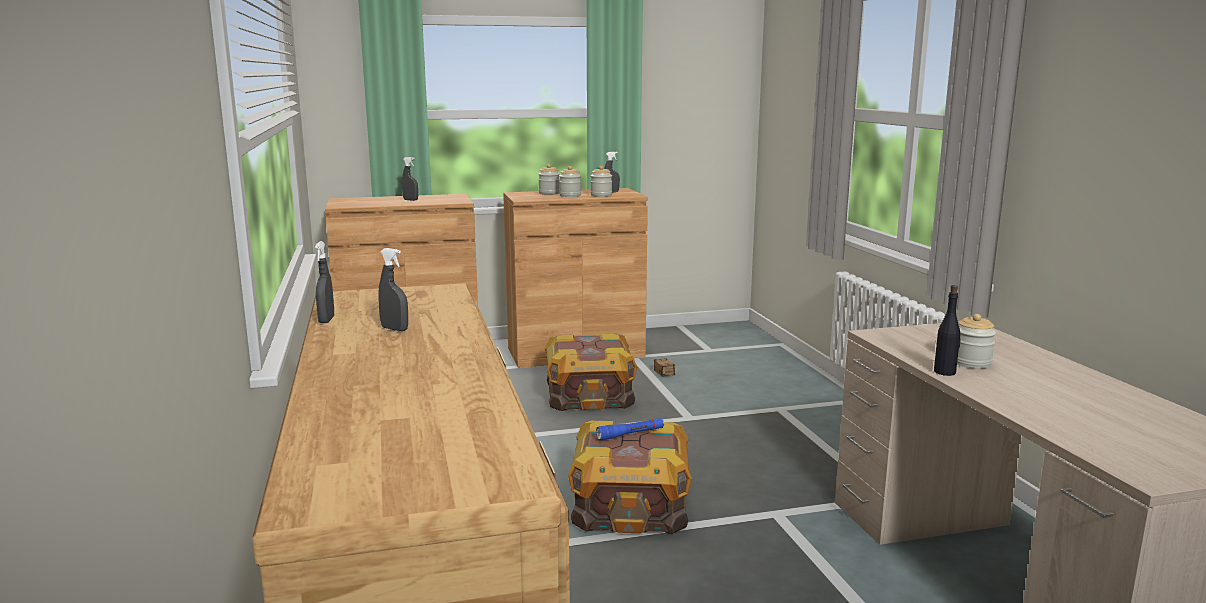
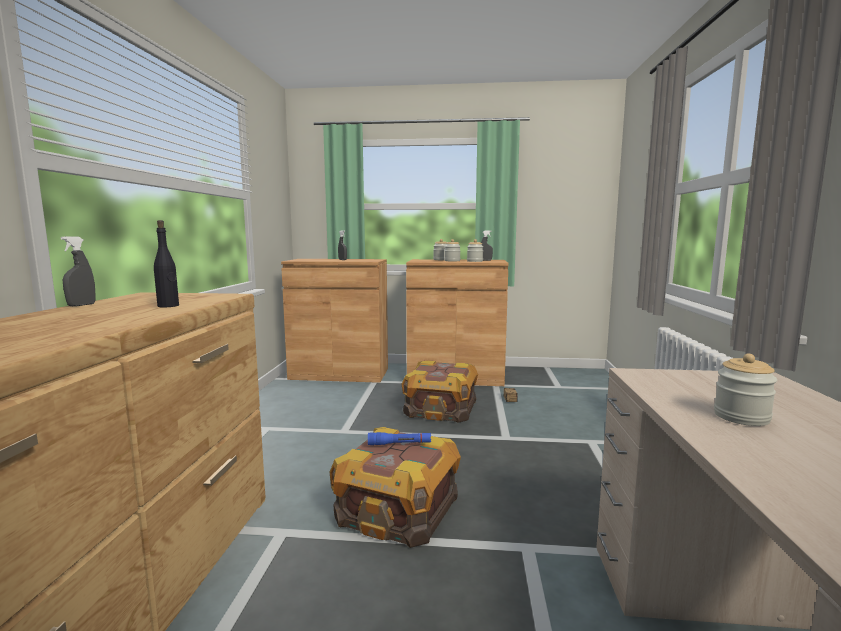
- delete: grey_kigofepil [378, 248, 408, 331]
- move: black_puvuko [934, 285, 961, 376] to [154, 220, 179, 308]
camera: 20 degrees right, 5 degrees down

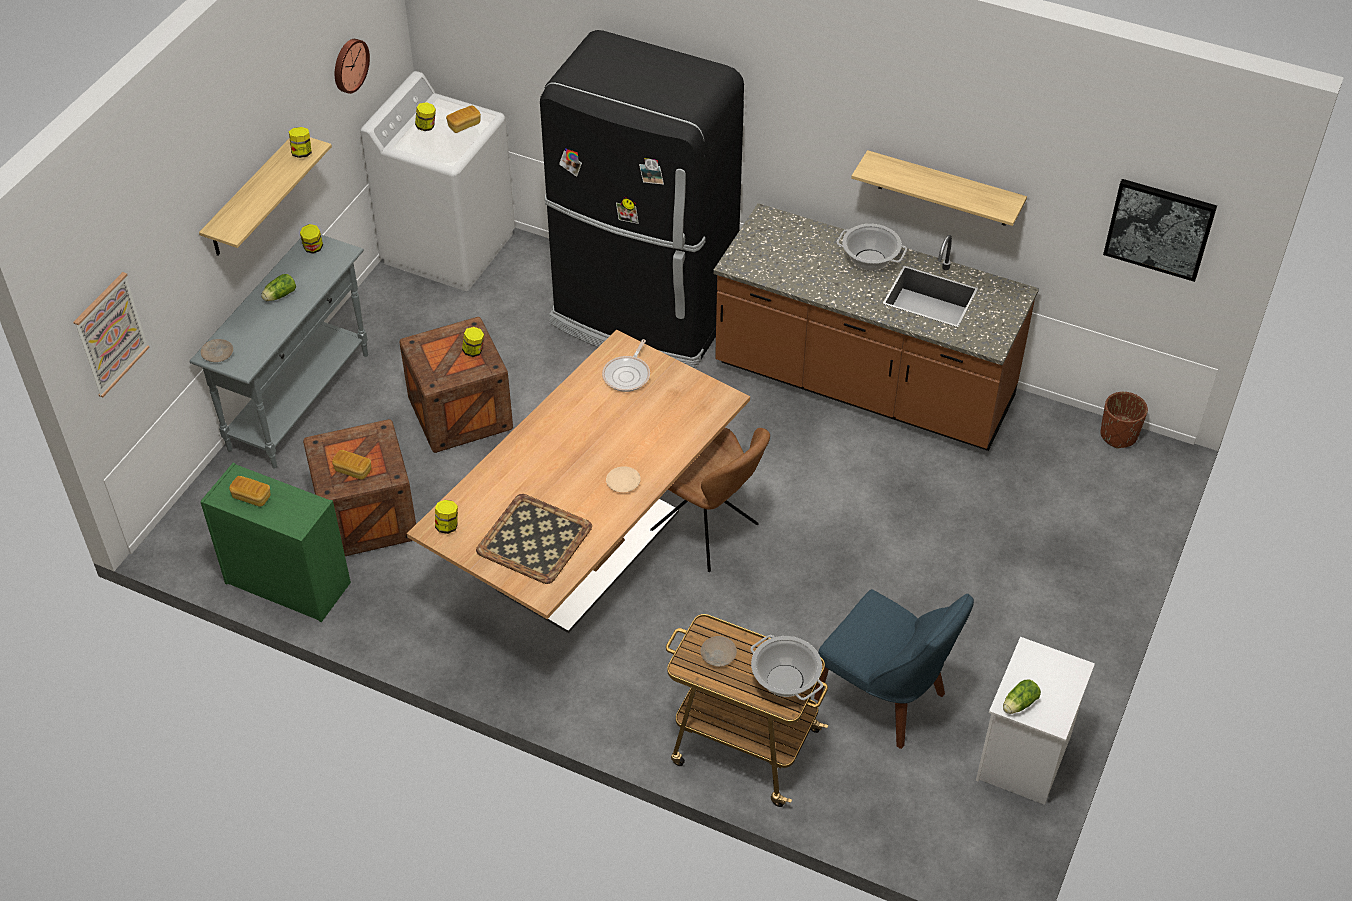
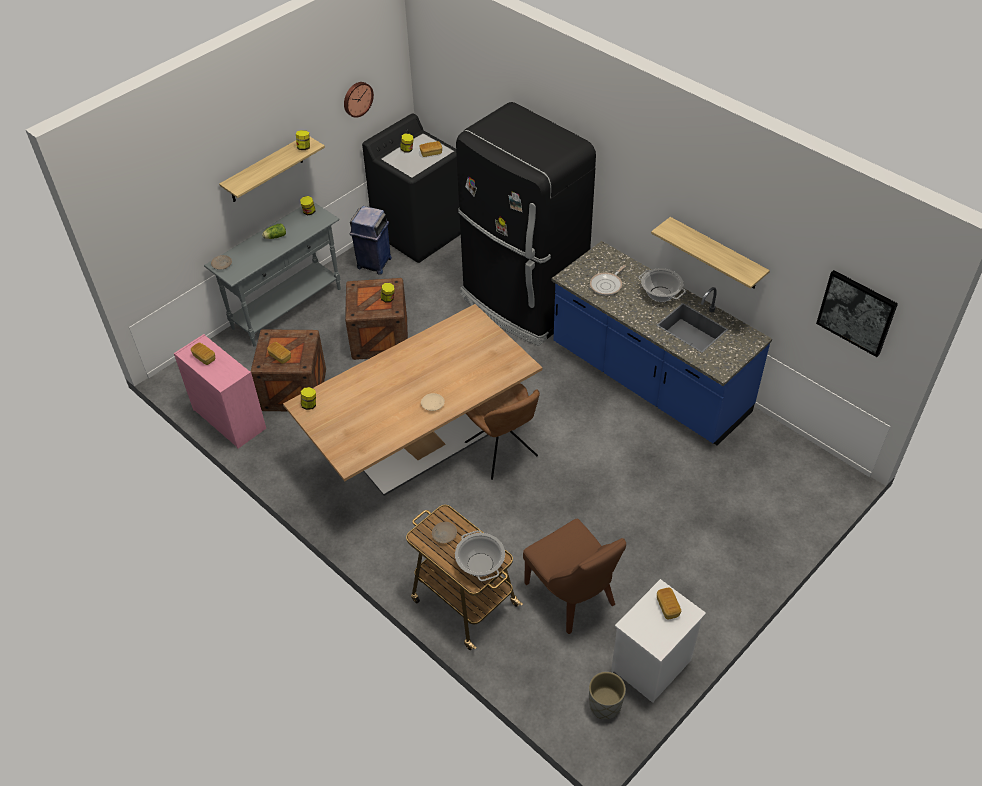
- delete: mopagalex [73, 272, 150, 397]
- delete: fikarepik [476, 494, 592, 584]
- delete: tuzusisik [1003, 679, 1041, 714]
- delete: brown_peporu [1101, 392, 1148, 449]
- insert: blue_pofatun [350, 206, 392, 275]
- insert: grey_peporu [589, 672, 626, 719]
- insert: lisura [657, 588, 681, 619]
- move: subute [602, 339, 650, 392] to [590, 265, 626, 296]
- recolor: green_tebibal [200, 463, 351, 622] to pink_tebibal [174, 334, 266, 449]
- recolor: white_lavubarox [360, 71, 515, 291] to black_lavubarox [362, 113, 461, 263]
- recolor: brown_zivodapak [713, 203, 1039, 451] to blue_zivodapak [552, 241, 772, 446]
- recolor: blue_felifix [814, 589, 974, 749] to brown_felifix [523, 518, 626, 634]
camera: 20 degrees right, 0 degrees up

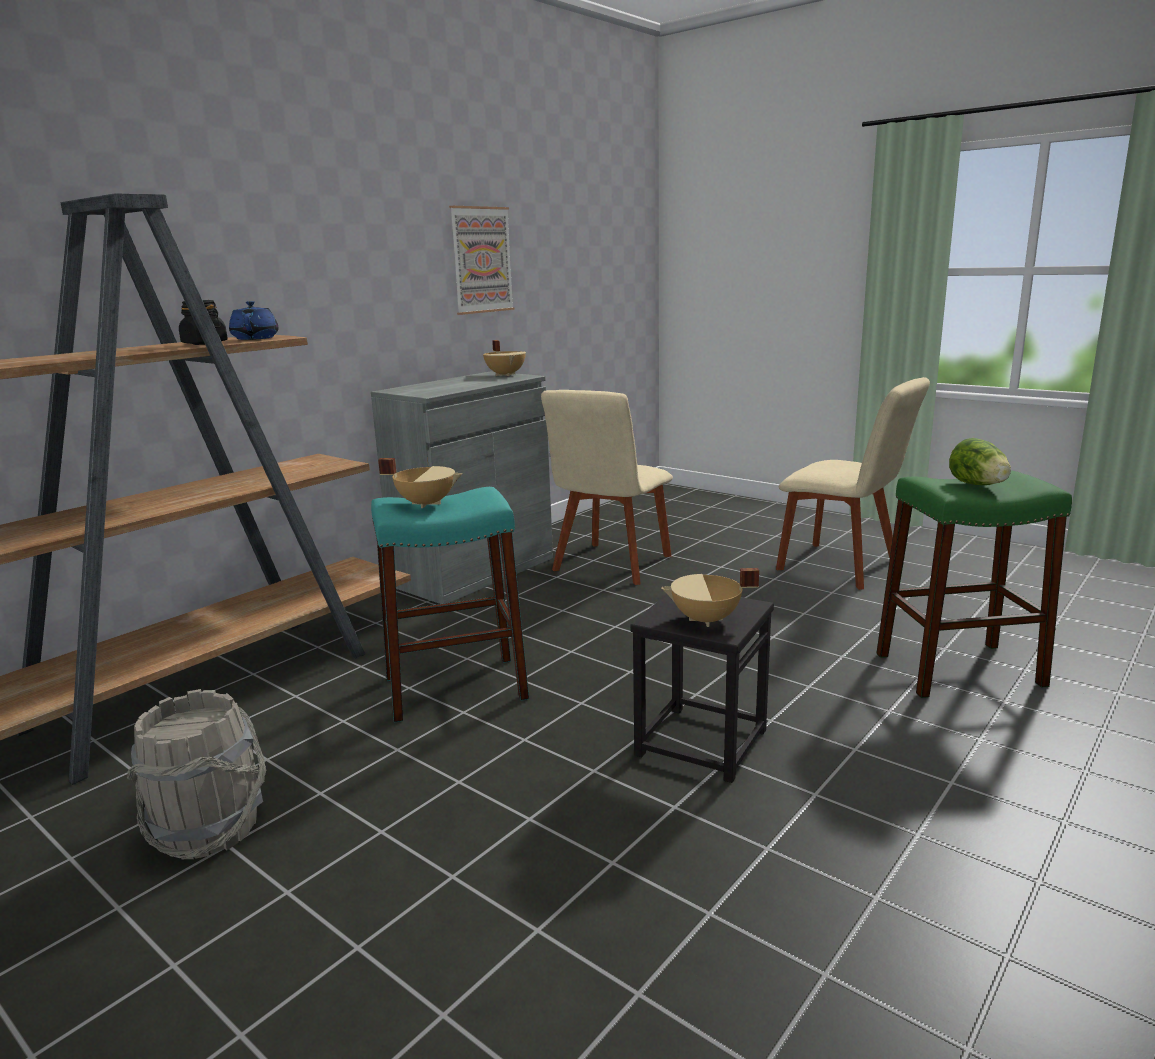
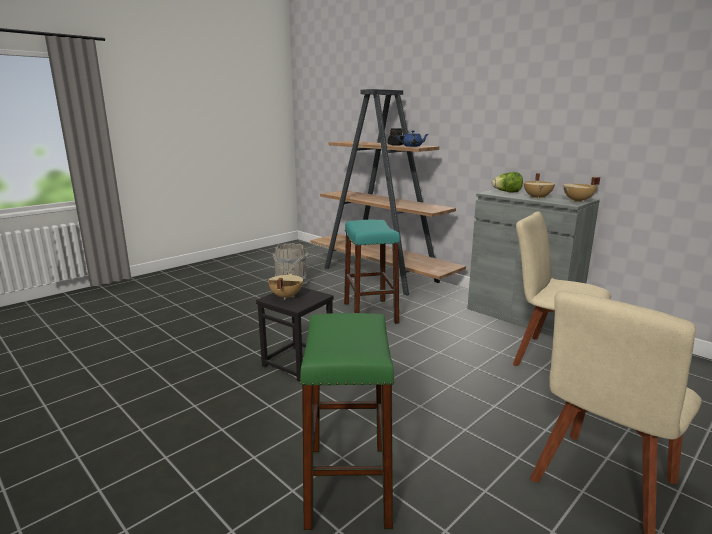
- delete: mopagalex [449, 206, 514, 315]
- move: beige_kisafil [378, 458, 462, 508] to [524, 173, 555, 199]
- move: tuzusisik [949, 438, 1011, 485] to [492, 172, 523, 193]
camera: 95 degrees right, 0 degrees up

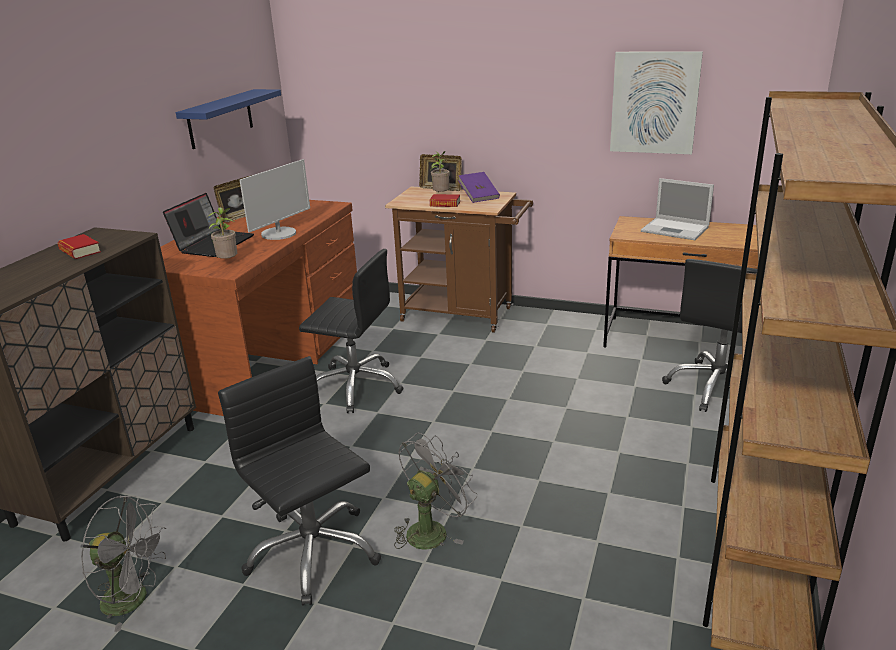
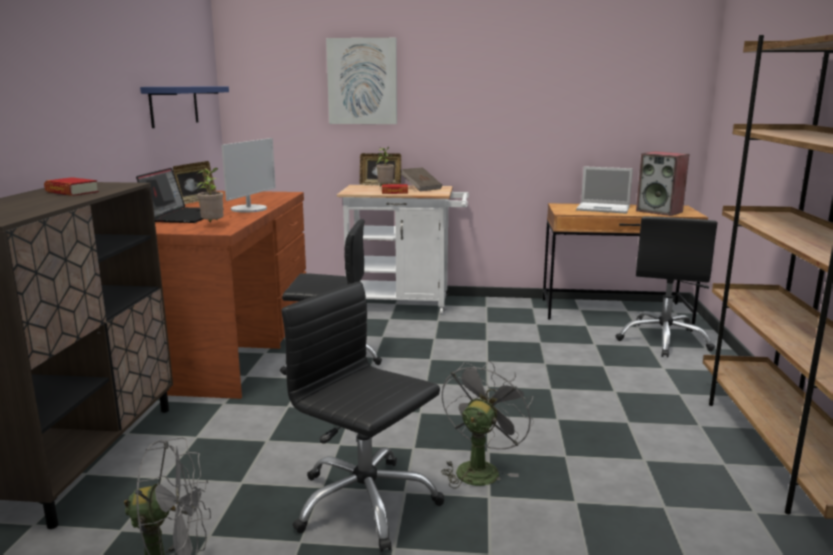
- insert: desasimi [636, 151, 689, 216]
- move: mopagalex [610, 51, 703, 154] to [326, 38, 397, 124]
- recolor: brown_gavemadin [385, 187, 533, 333] to white_gavemadin [337, 185, 469, 315]
- recolor: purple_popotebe [458, 172, 500, 203] to brown_popotebe [401, 167, 442, 191]
camera: 15 degrees left, 10 degrees down

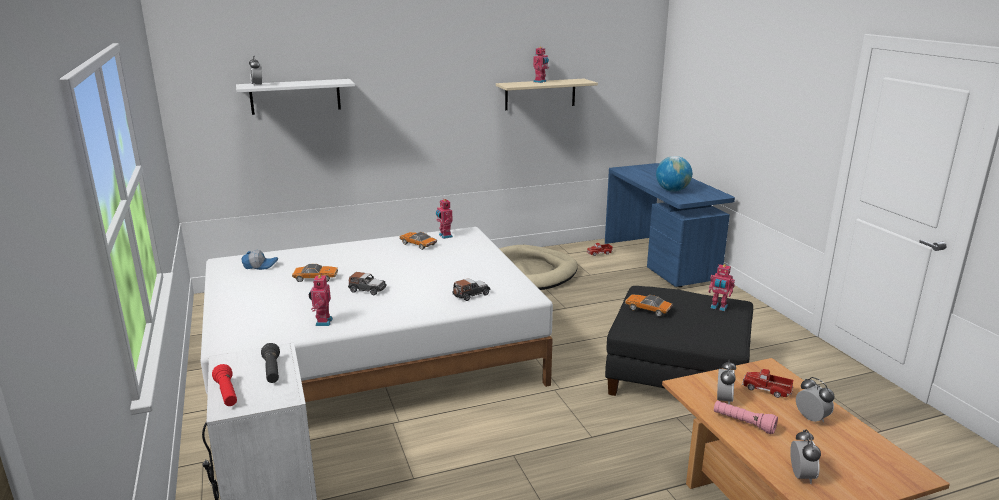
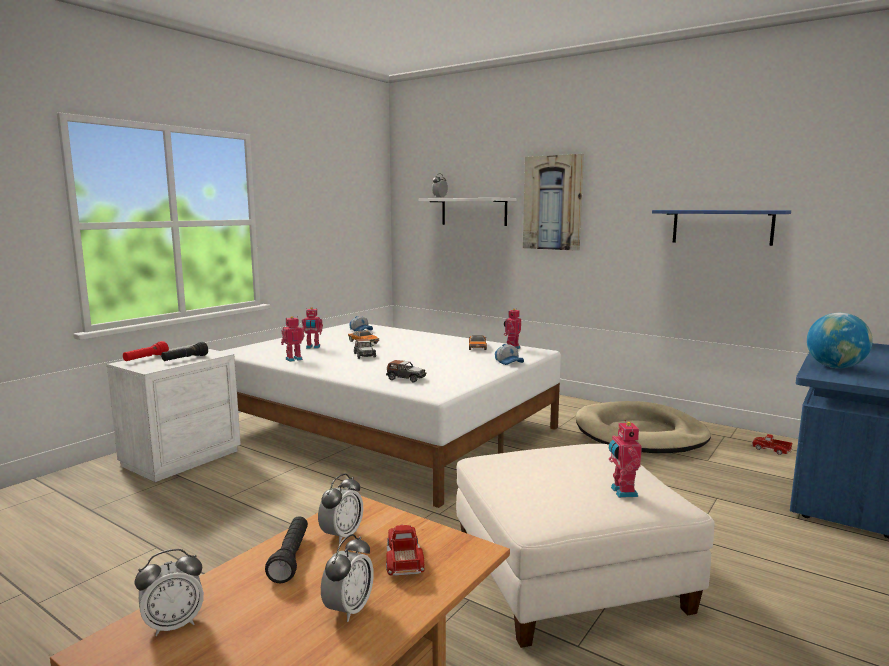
- delete: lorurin [625, 294, 673, 317]
- insert: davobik [495, 344, 524, 365]
- insert: mopagalex [523, 154, 584, 251]
- move: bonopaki [533, 47, 549, 83] to [302, 307, 323, 349]
- recolor: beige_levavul [496, 79, 598, 110] to blue_levavul [652, 210, 791, 246]
- recolor: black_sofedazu [605, 286, 753, 396] to white_sofedazu [456, 444, 715, 648]
- recolor: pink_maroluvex [714, 401, 778, 434] to black_maroluvex [265, 516, 308, 583]
- rotate: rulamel [717, 360, 736, 405] = [318, 474, 363, 544] 45 degrees counterclockwise
camera: 55 degrees right, 10 degrees down

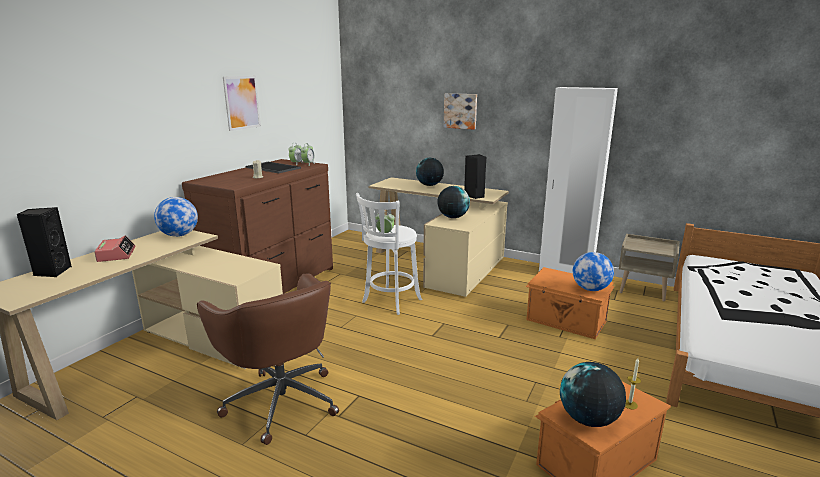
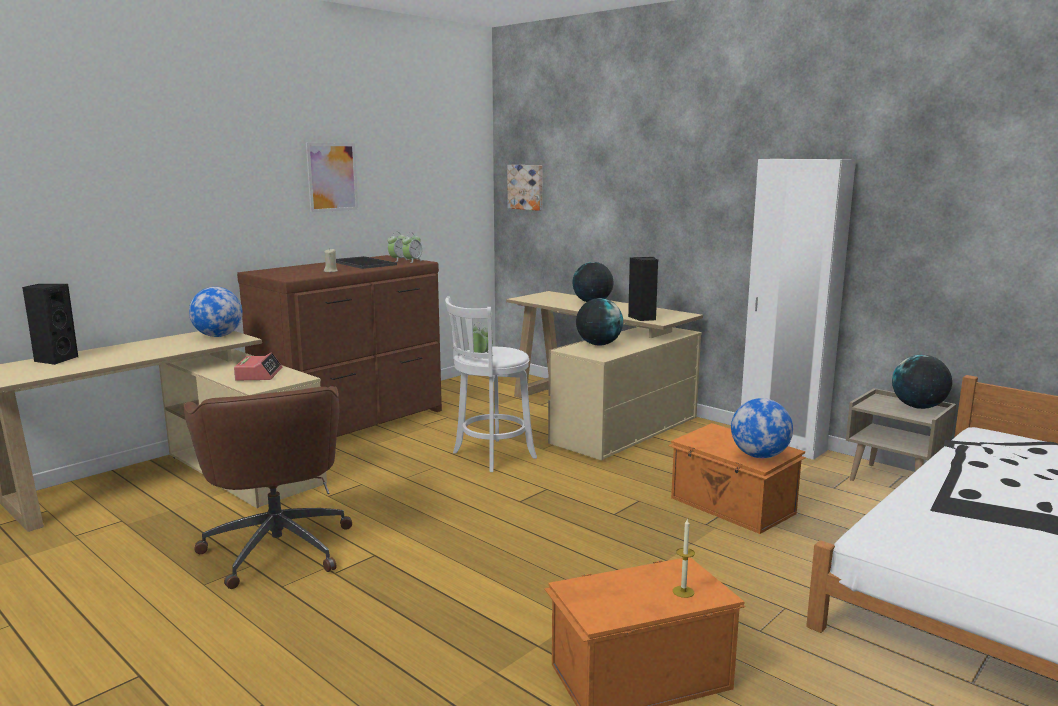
- move: rulamel [94, 236, 136, 262] to [234, 352, 282, 380]
- move: mopagalex [444, 93, 477, 130] to [507, 165, 542, 211]
- move: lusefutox [560, 362, 626, 427] to [892, 355, 952, 409]
camera: 15 degrees right, 5 degrees down

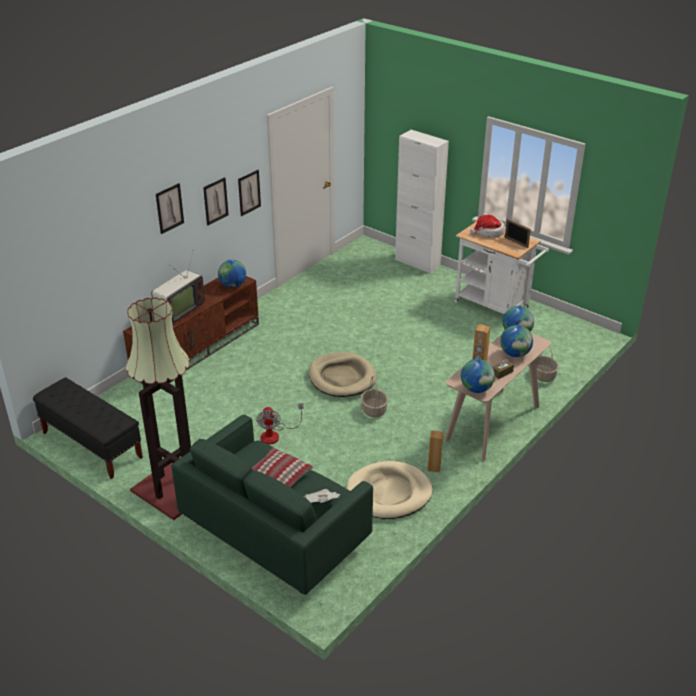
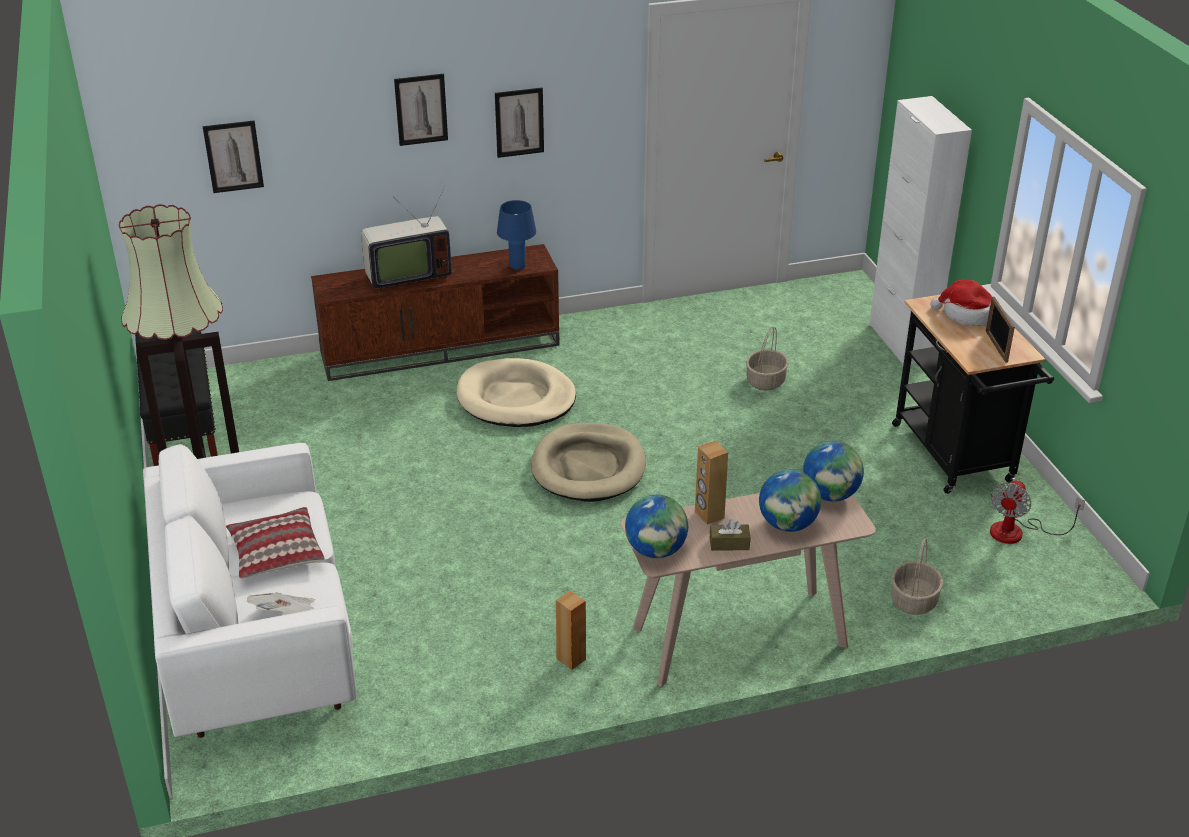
- move: mopagalex [238, 170, 261, 216] to [203, 121, 264, 193]
- move: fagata [256, 403, 303, 444] to [990, 480, 1085, 544]
- move: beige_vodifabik [347, 461, 433, 519] to [457, 358, 576, 427]
- move: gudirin [361, 376, 388, 417] to [746, 326, 789, 391]
- replace: lusefutox [218, 260, 246, 288] to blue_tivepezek [497, 200, 536, 270]
- recolor: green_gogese [171, 414, 373, 595] to white_gogese [143, 443, 357, 738]
- recolor: white_gavemadin [454, 221, 549, 314] to black_gavemadin [892, 295, 1054, 494]
camera: 35 degrees right, 0 degrees up

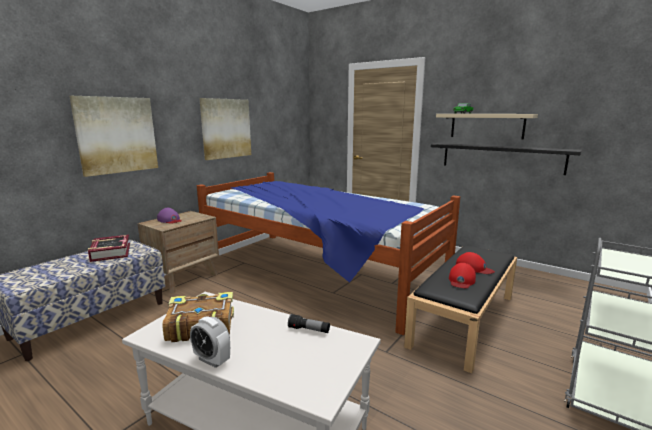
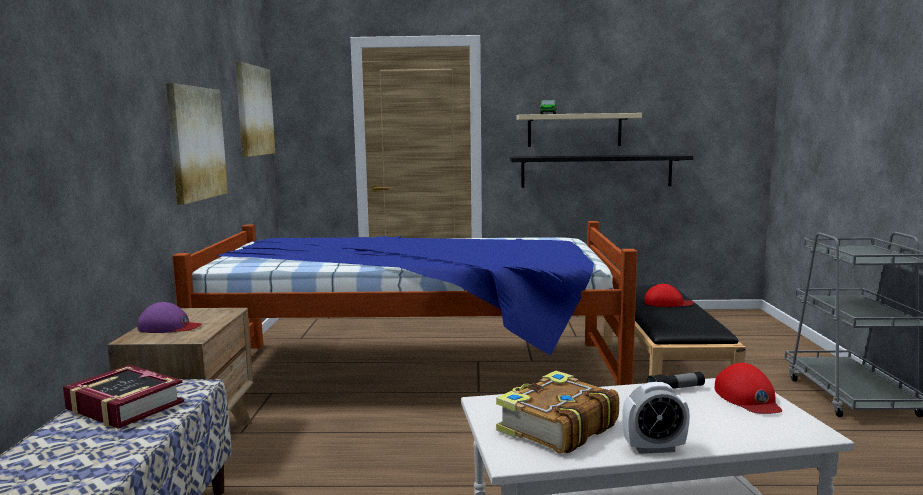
- move: mopagalex [69, 96, 158, 177] to [235, 62, 275, 157]
- move: red_davobik [449, 263, 476, 288] to [715, 363, 782, 414]
camera: 35 degrees left, 5 degrees down

